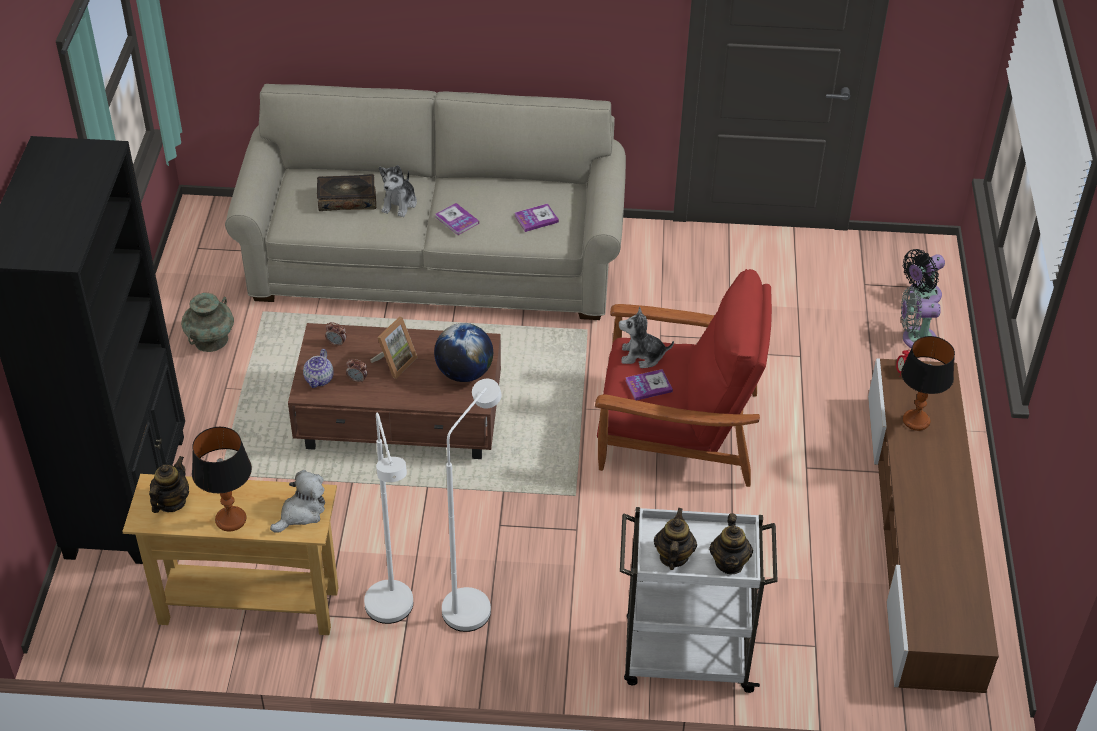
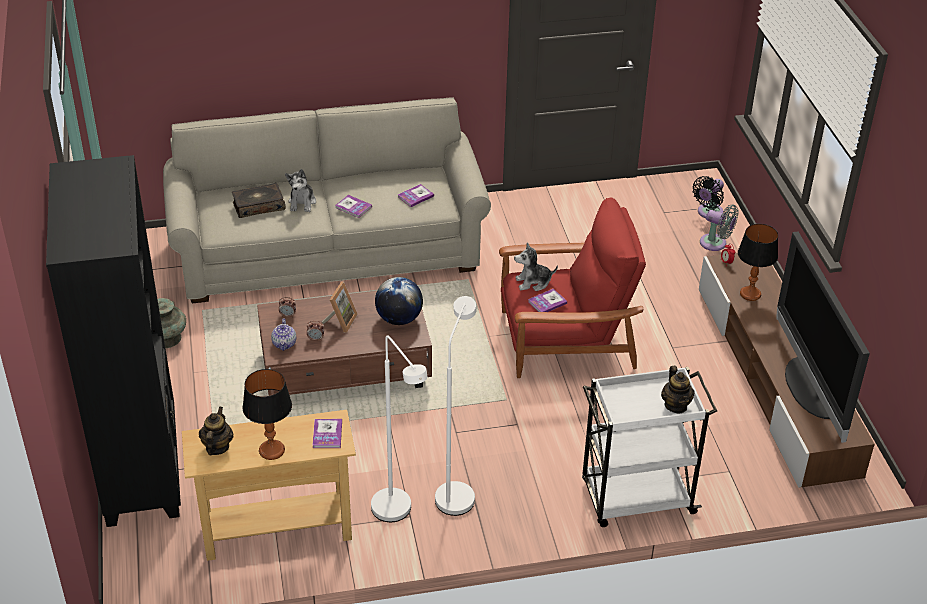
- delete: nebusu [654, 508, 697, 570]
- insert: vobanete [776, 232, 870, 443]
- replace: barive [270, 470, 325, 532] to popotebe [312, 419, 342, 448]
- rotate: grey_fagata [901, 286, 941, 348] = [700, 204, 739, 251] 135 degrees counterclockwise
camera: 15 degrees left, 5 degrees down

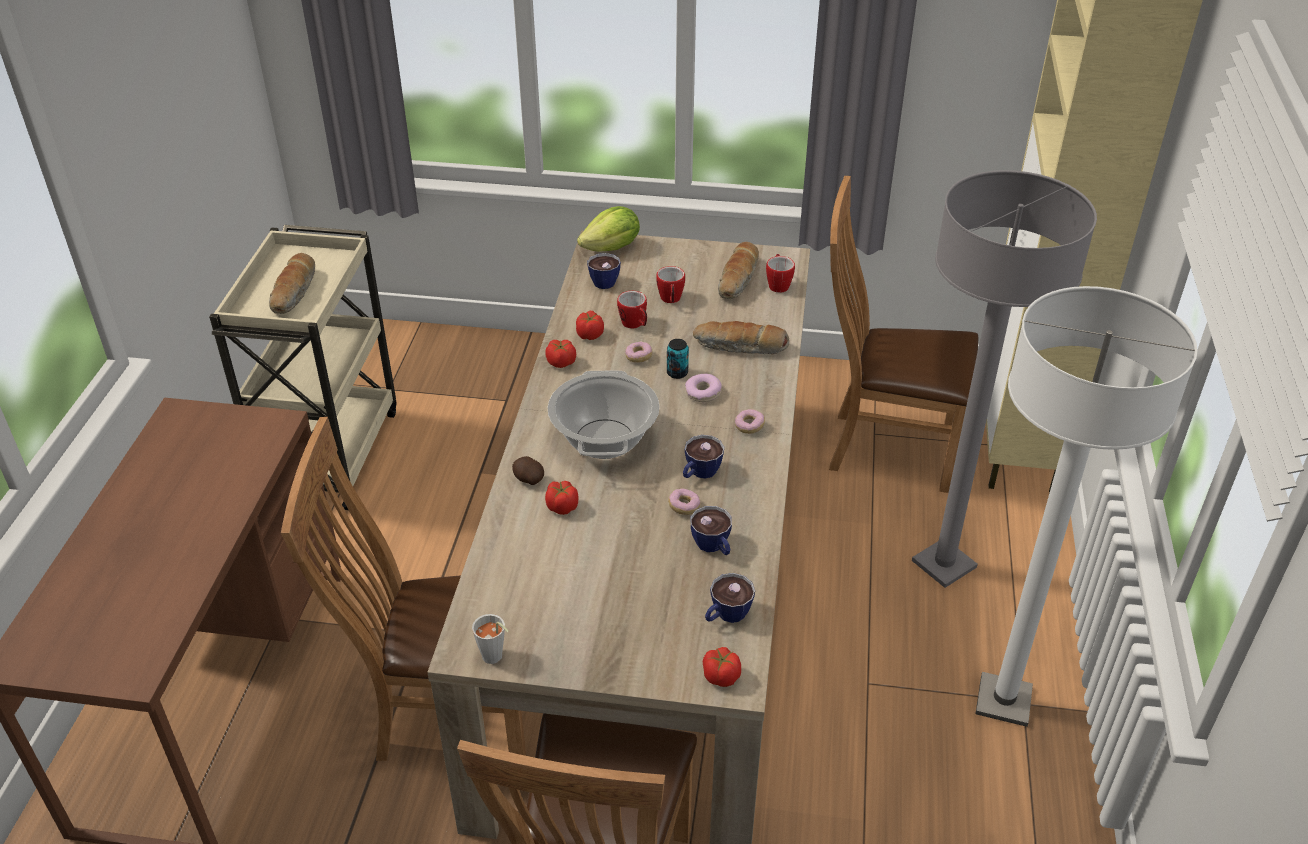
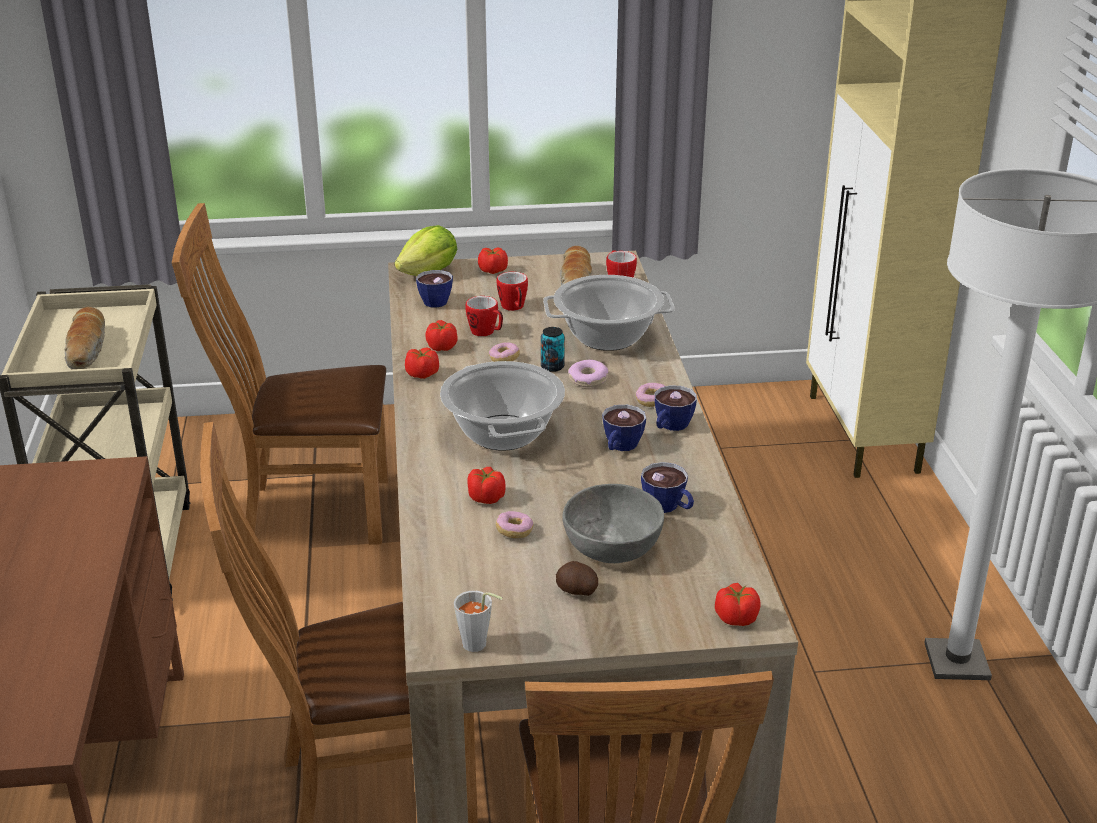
- delete: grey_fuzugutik [912, 170, 1097, 588]
- insert: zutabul [478, 247, 508, 274]
- insert: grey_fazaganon [562, 484, 664, 563]
- move: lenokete [512, 456, 544, 485] to [556, 561, 598, 596]
- move: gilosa [668, 488, 700, 515] to [496, 511, 533, 538]
- move: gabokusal [705, 573, 755, 623] to [655, 385, 697, 431]
- move: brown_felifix [829, 176, 978, 493] to [172, 203, 388, 545]
- replace: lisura [693, 321, 789, 354] to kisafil [543, 275, 675, 351]
camera: 15 degrees left, 10 degrees down

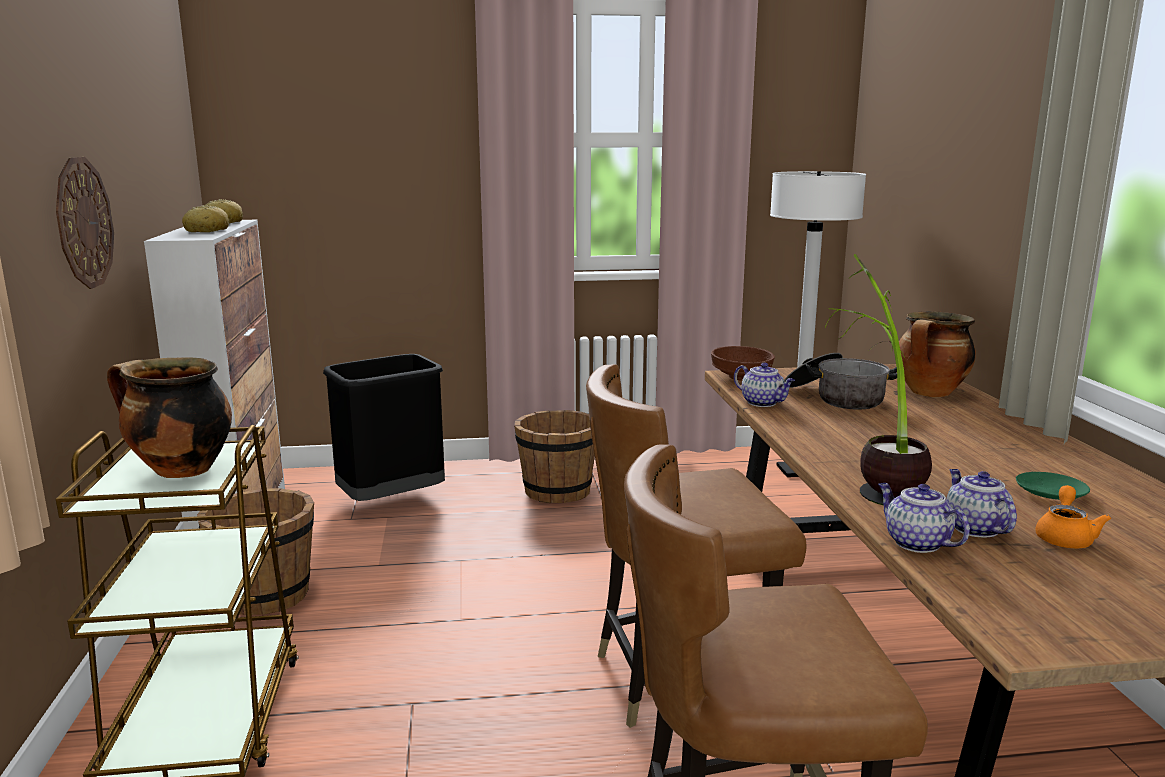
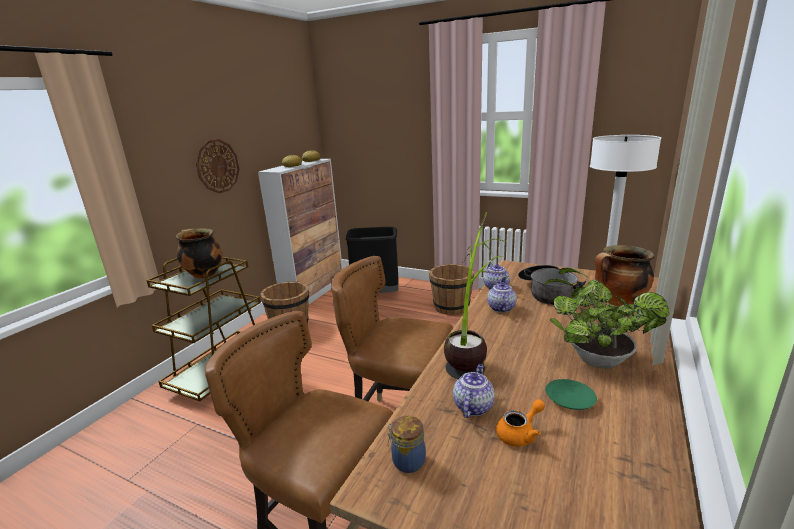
- delete: brown_fazaganon [711, 346, 775, 381]
- insert: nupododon [388, 416, 426, 473]
- insert: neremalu [544, 268, 669, 369]
- move: nebusu [878, 483, 970, 553] to [487, 281, 517, 312]
camera: 35 degrees right, 5 degrees up

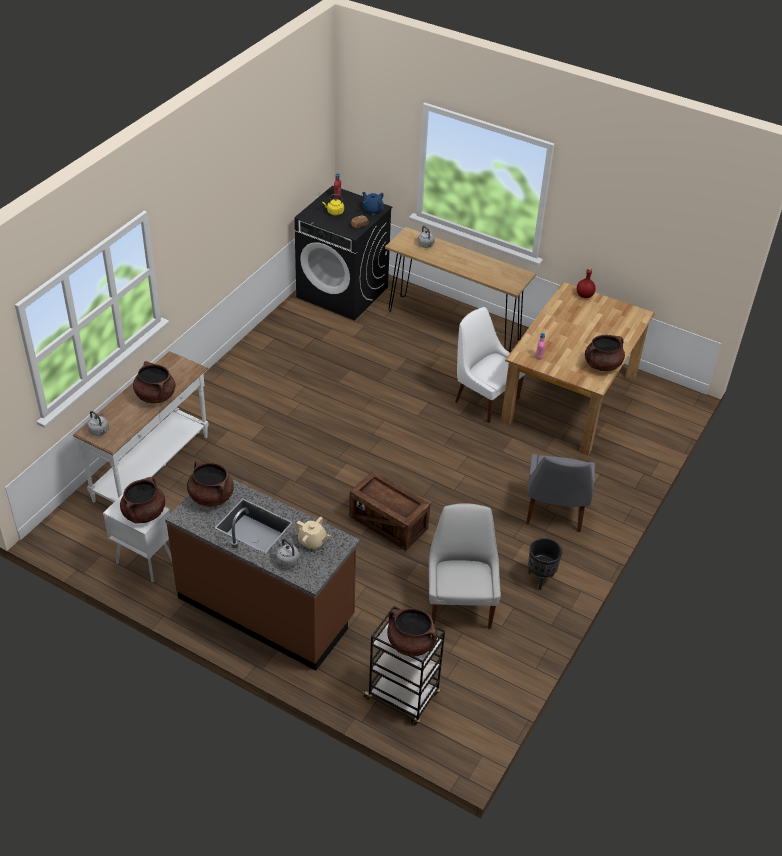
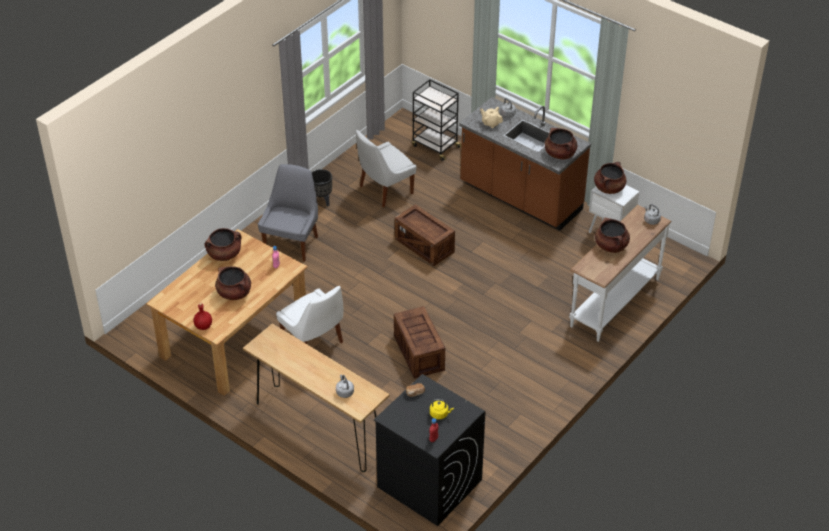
- delete: blue_nebusu [362, 192, 384, 215]
- insert: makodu [394, 306, 445, 378]
- move: brown_kisafil [387, 608, 437, 656] to [215, 266, 251, 300]
- rotate: white_felifix [429, 503, 501, 629] = [356, 130, 416, 208] 45 degrees clockwise
camera: 170 degrees left, 0 degrees up

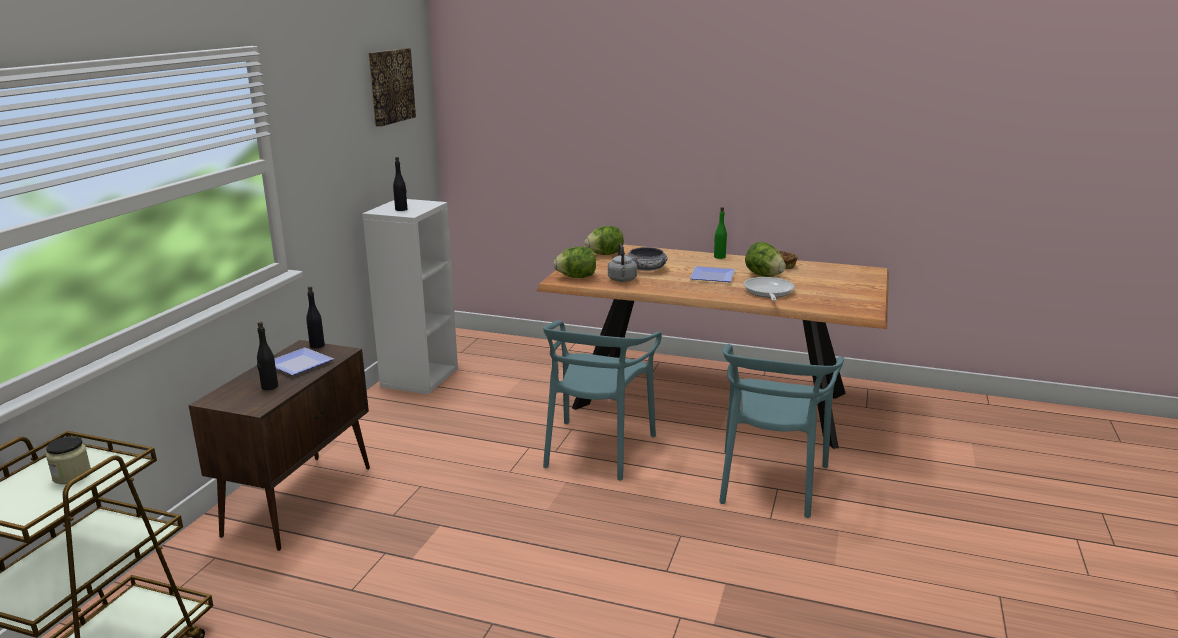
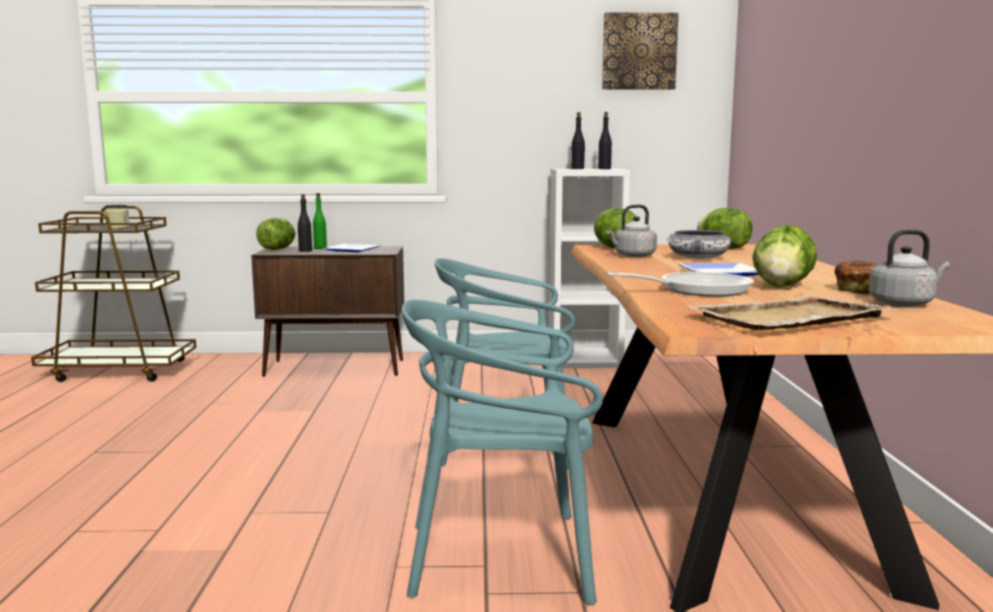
- insert: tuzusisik [256, 218, 296, 250]
- insert: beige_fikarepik [684, 295, 901, 330]
- insert: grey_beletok [869, 230, 950, 306]
- move: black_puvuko [306, 287, 325, 349] to [598, 112, 612, 169]
- move: green_puvuko [714, 207, 727, 259] to [313, 193, 327, 249]
camera: 70 degrees right, 10 degrees down

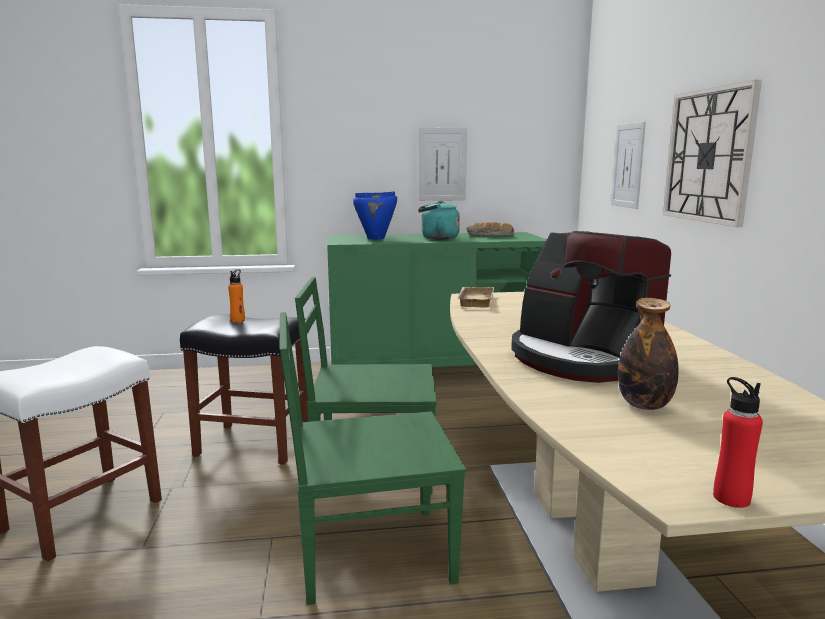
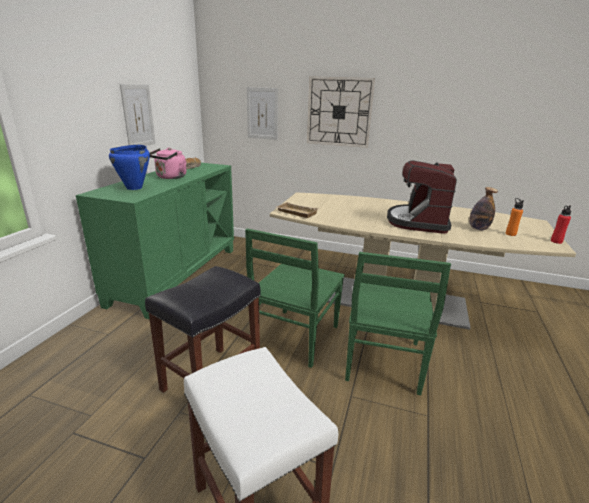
- move: orange_puvuko [228, 269, 245, 323] to [506, 198, 524, 236]
- recolor: turquoise_beletok [418, 201, 460, 239] to pink_beletok [149, 148, 186, 179]
- rotate: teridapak [511, 231, 671, 383] = [387, 161, 457, 234] 120 degrees clockwise
camera: 65 degrees left, 10 degrees up

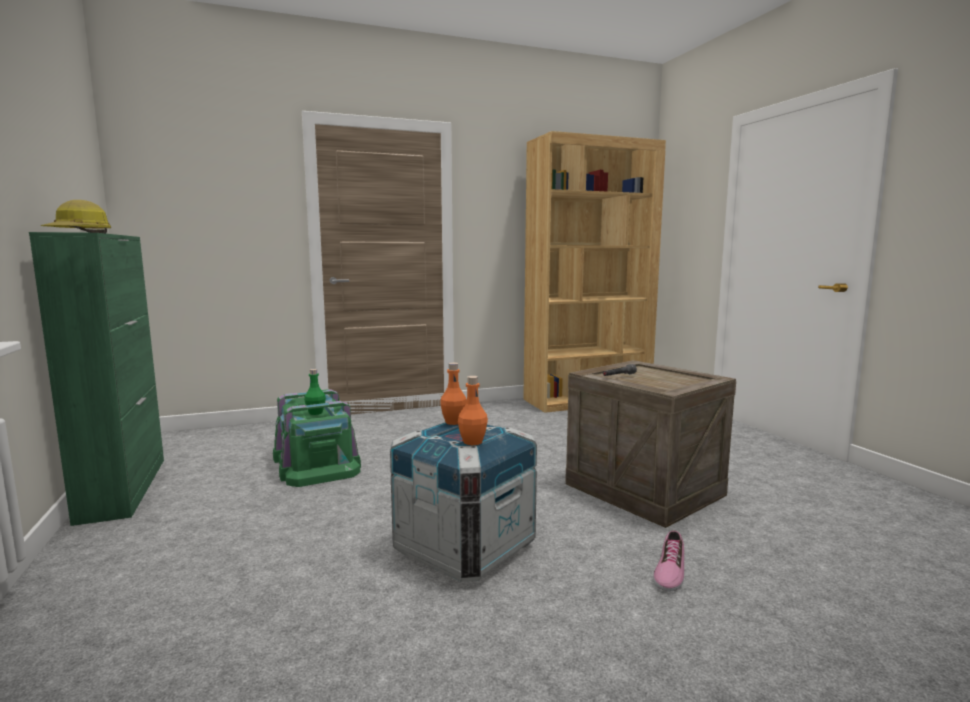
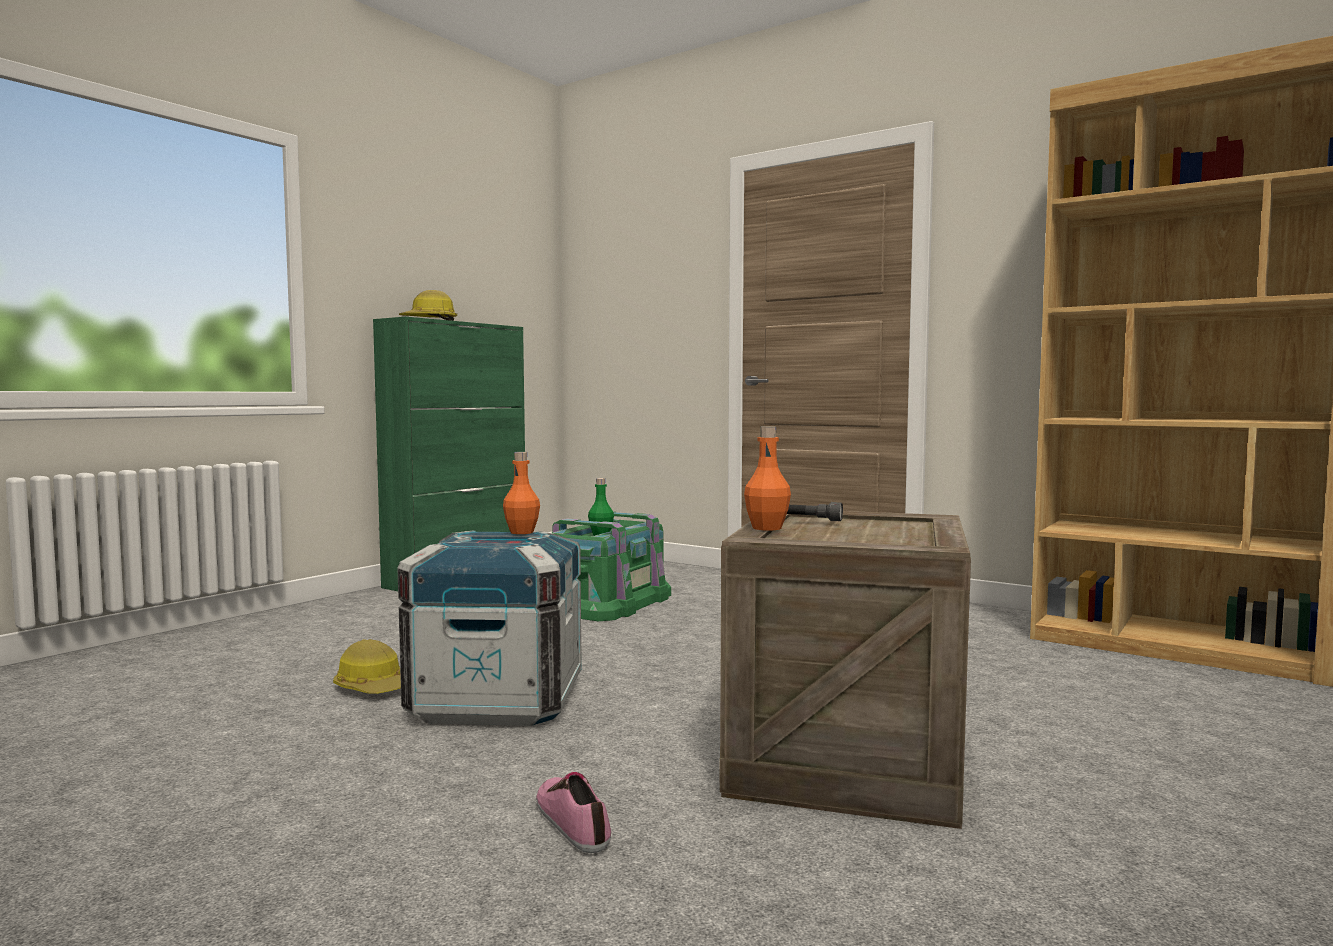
- insert: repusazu [333, 639, 401, 694]
- move: orange_puvuko [458, 376, 488, 445] to [744, 426, 791, 531]
- rotate: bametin [653, 530, 684, 592] = [536, 772, 611, 853] 75 degrees clockwise
camera: 55 degrees right, 5 degrees down

